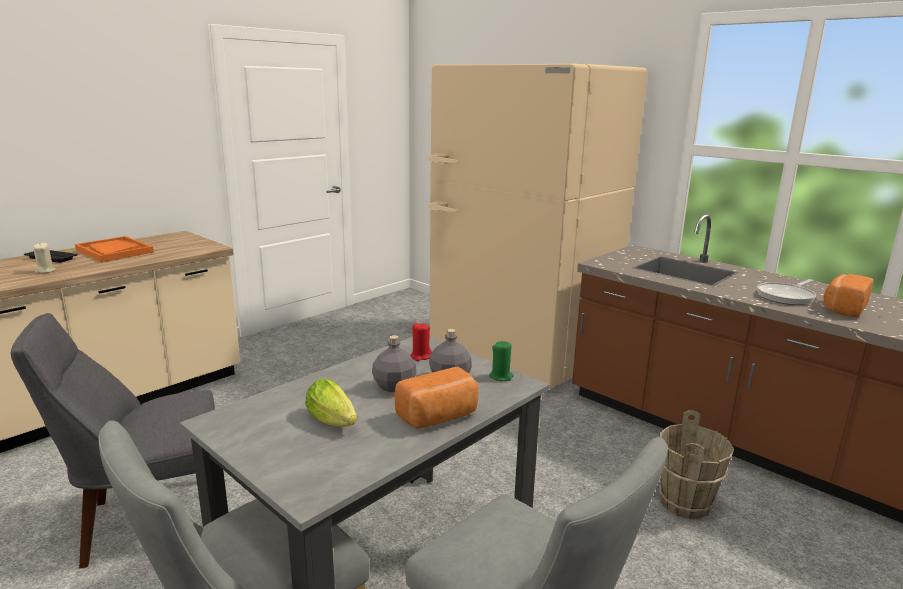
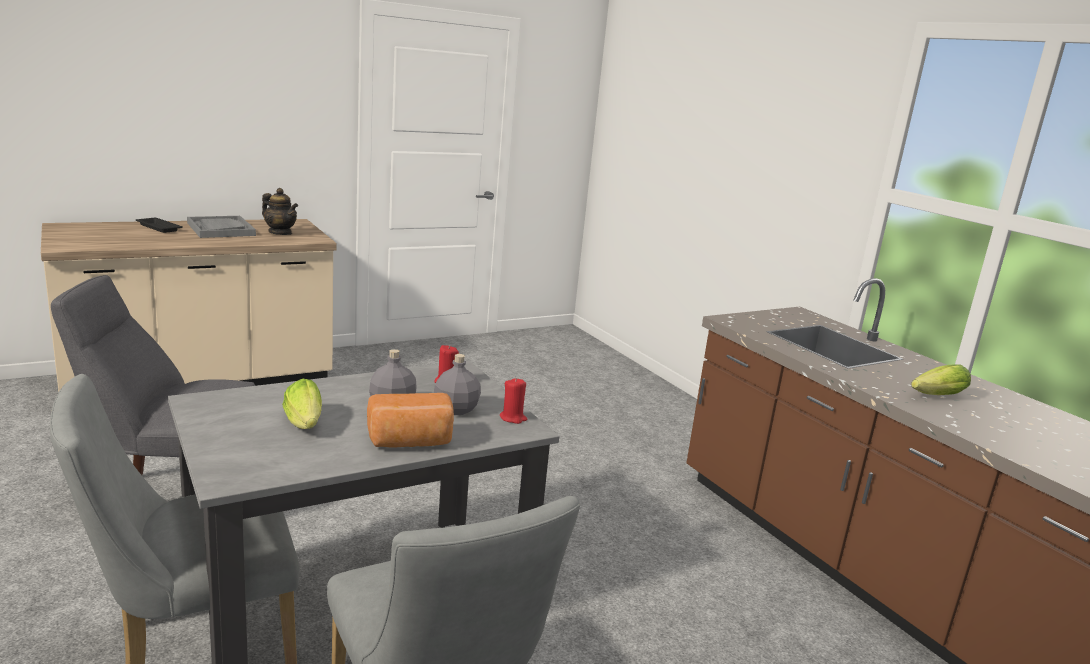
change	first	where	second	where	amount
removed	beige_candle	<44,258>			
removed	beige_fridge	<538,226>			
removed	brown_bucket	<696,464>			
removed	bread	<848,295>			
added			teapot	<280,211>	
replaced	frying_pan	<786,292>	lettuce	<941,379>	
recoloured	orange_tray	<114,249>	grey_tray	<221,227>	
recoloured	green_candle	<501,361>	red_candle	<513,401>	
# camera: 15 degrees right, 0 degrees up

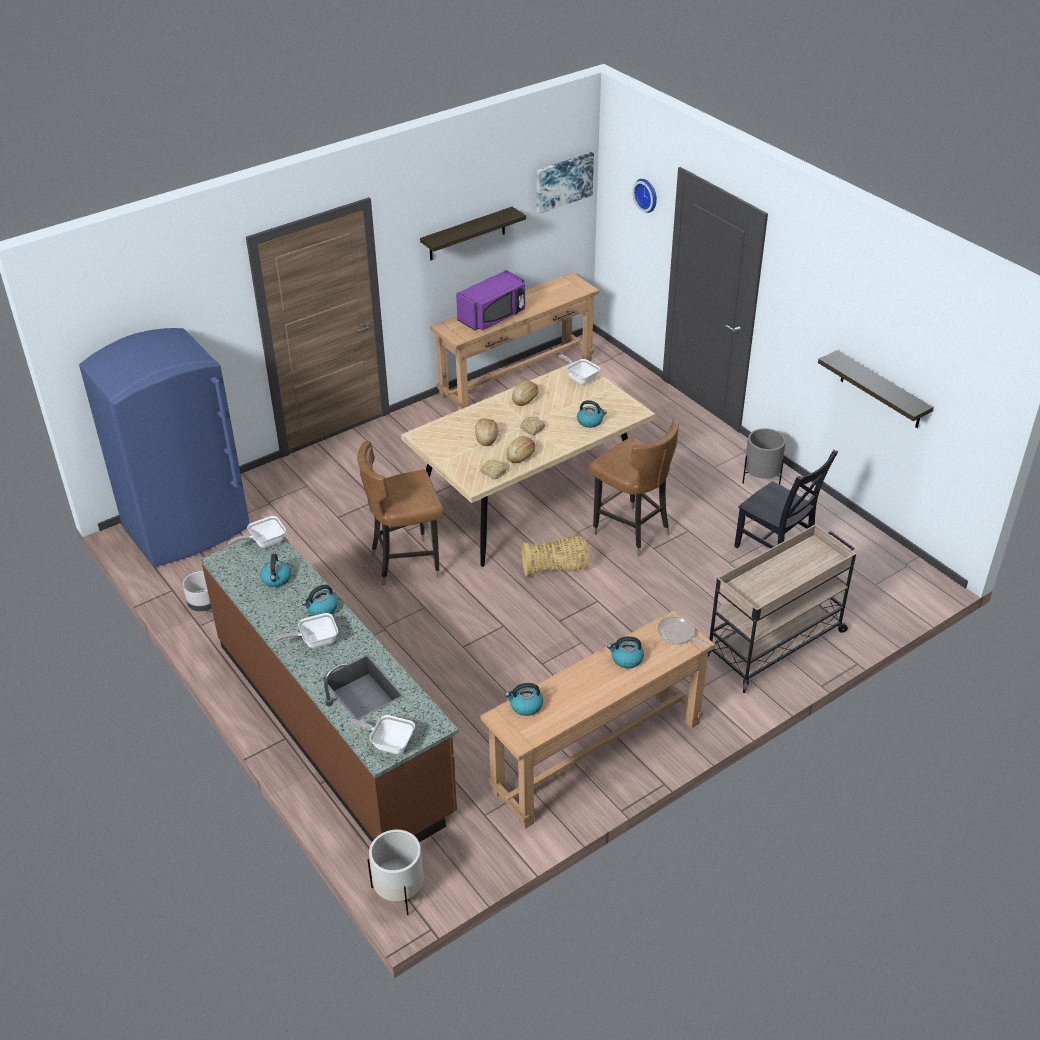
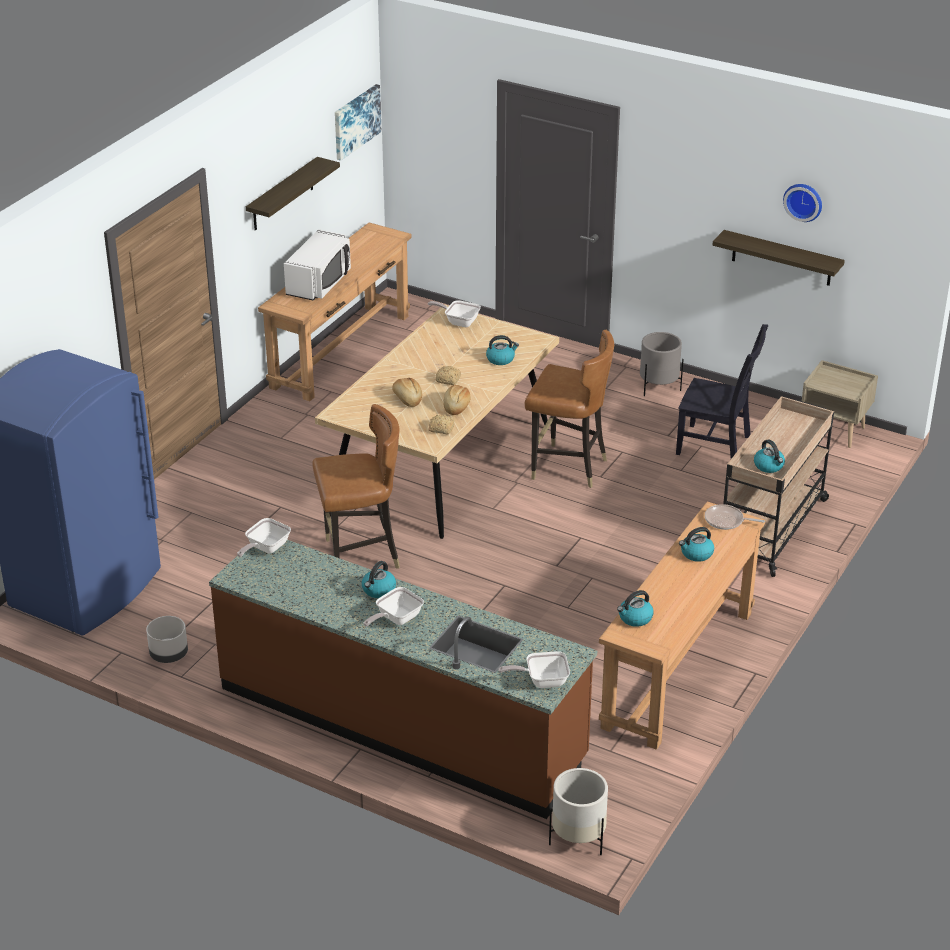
change	first	where	second	where	amount
removed	bread	<525,393>			
removed	basket	<555,556>			
added			beige_nightstand	<840,404>	
moved	kettle	<275,570>		<769,456>	
moved	wall_clock	<644,196>		<802,203>	
recoloured	purple_microwave	<490,300>	white_microwave	<317,264>	
turned	brown_chair	<400,513>		<356,486>	150 degrees counterclockwise
# camera: 25 degrees left, 5 degrees down

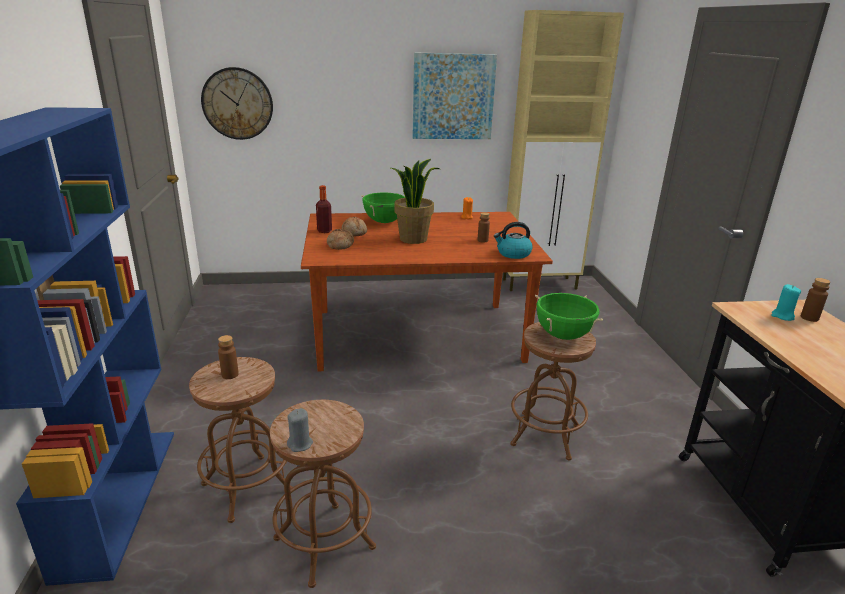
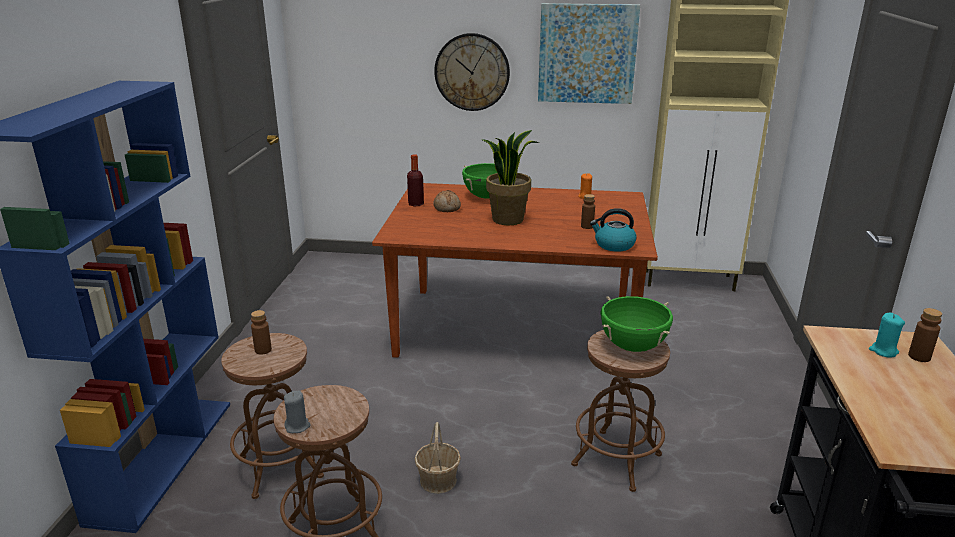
change	first	where	second	where	amount
removed	bread	<340,239>			
added			basket	<438,458>	
moved	wall_clock	<237,103>		<472,72>	
# camera: 15 degrees right, 0 degrees up

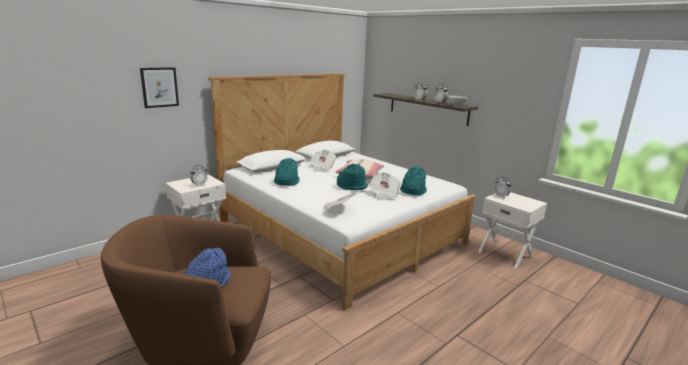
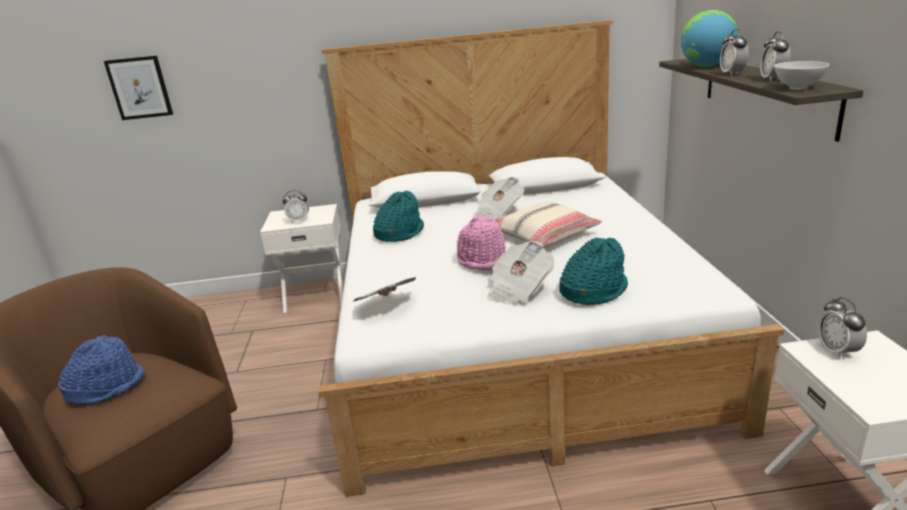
change	first	where	second	where	amount
added			globe	<709,38>	
moved	picture	<159,87>		<138,87>	
recoloured	turquoise_hat	<352,177>	pink_hat	<481,242>	
# camera: 40 degrees right, 5 degrees up

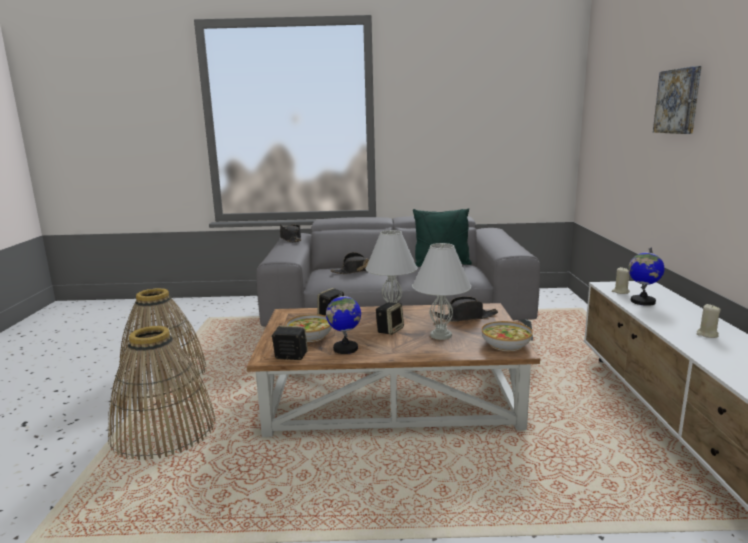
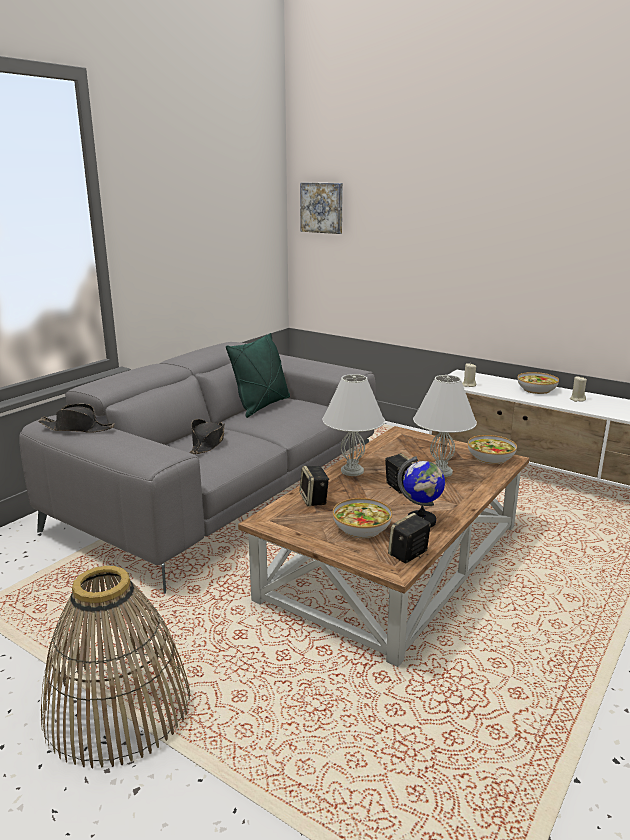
change	first	where	second	where	amount
removed	basket	<161,393>			
removed	black_hat	<466,309>			
removed	globe	<646,277>			
added			bowl	<538,383>	
moved	picture	<677,100>		<321,208>	
# camera: 55 degrees left, 5 degrees up

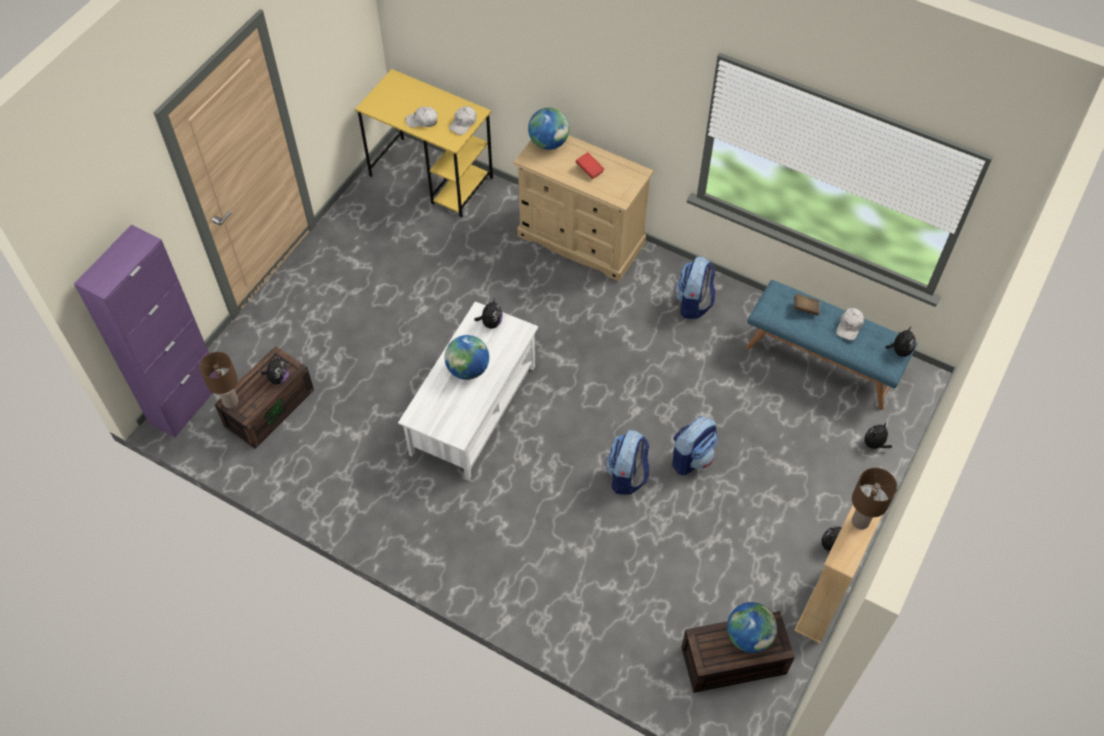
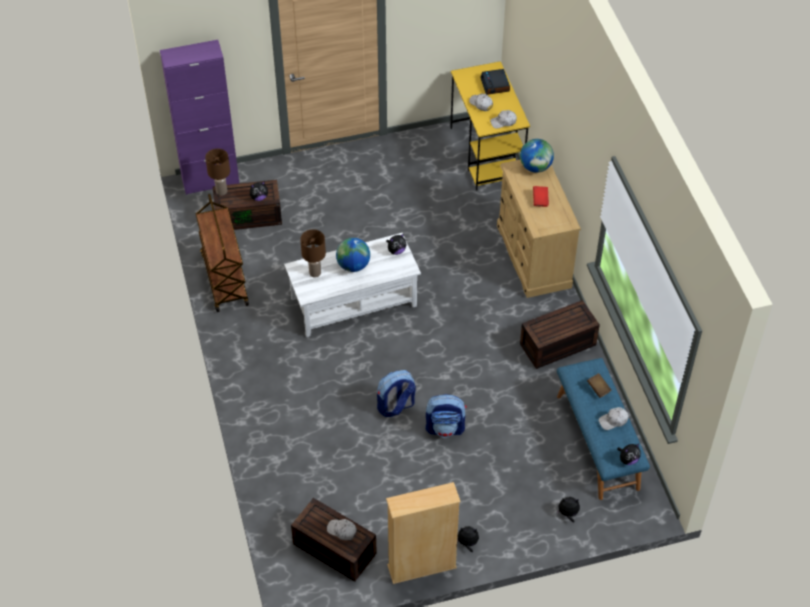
change	first	where	second	where	amount
added			brown_cart	<222,253>	
added			alarm_clock	<495,82>	
moved	brown_table_lamp	<874,499>		<313,253>	
replaced	backpack	<694,288>	brown_storage_box	<560,334>	
replaced	globe	<752,627>	white_cap	<342,529>	
# camera: 45 degrees right, 5 degrees down

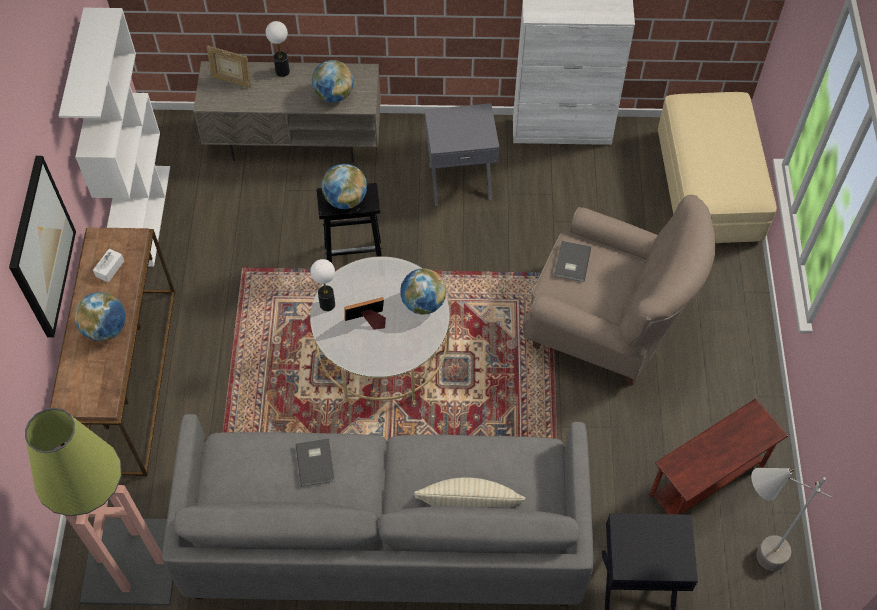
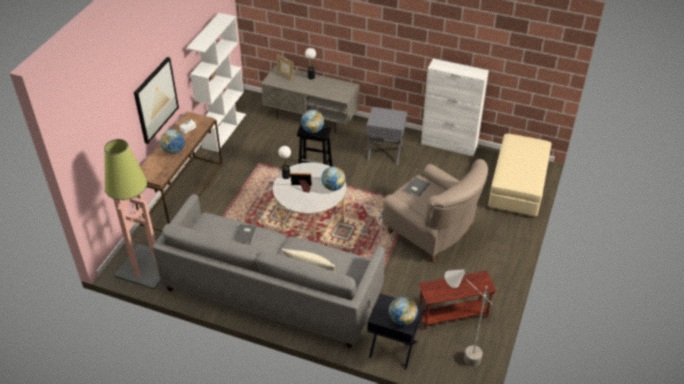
change	first	where	second	where	amount
moved	globe	<333,81>		<403,311>	
# camera: 20 degrees right, 15 degrees down

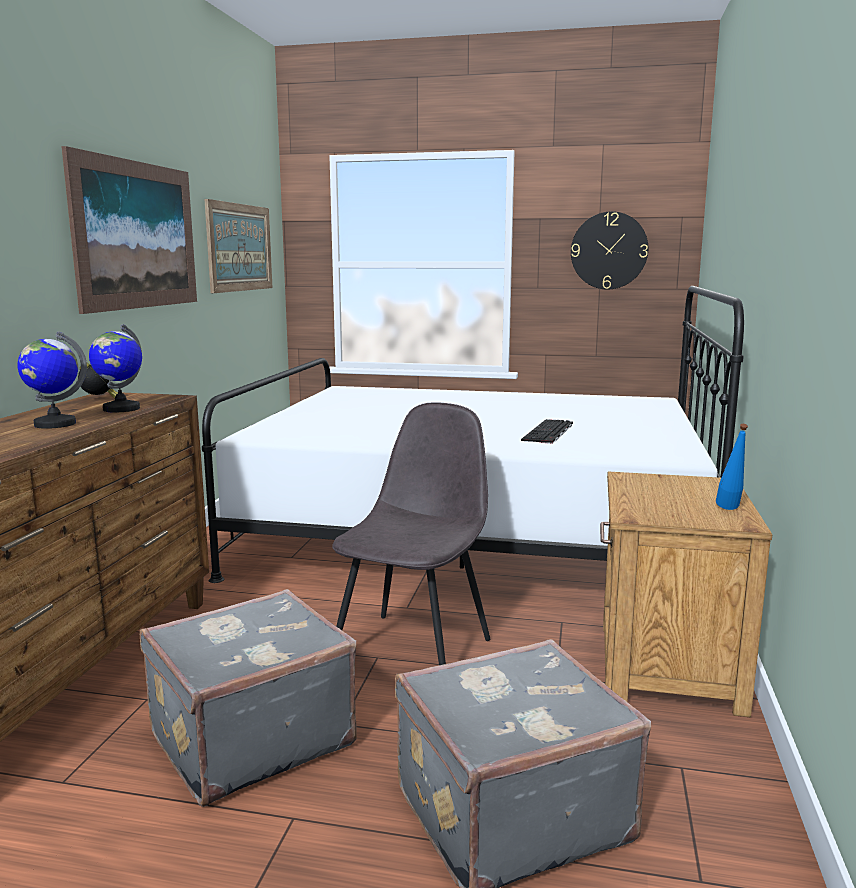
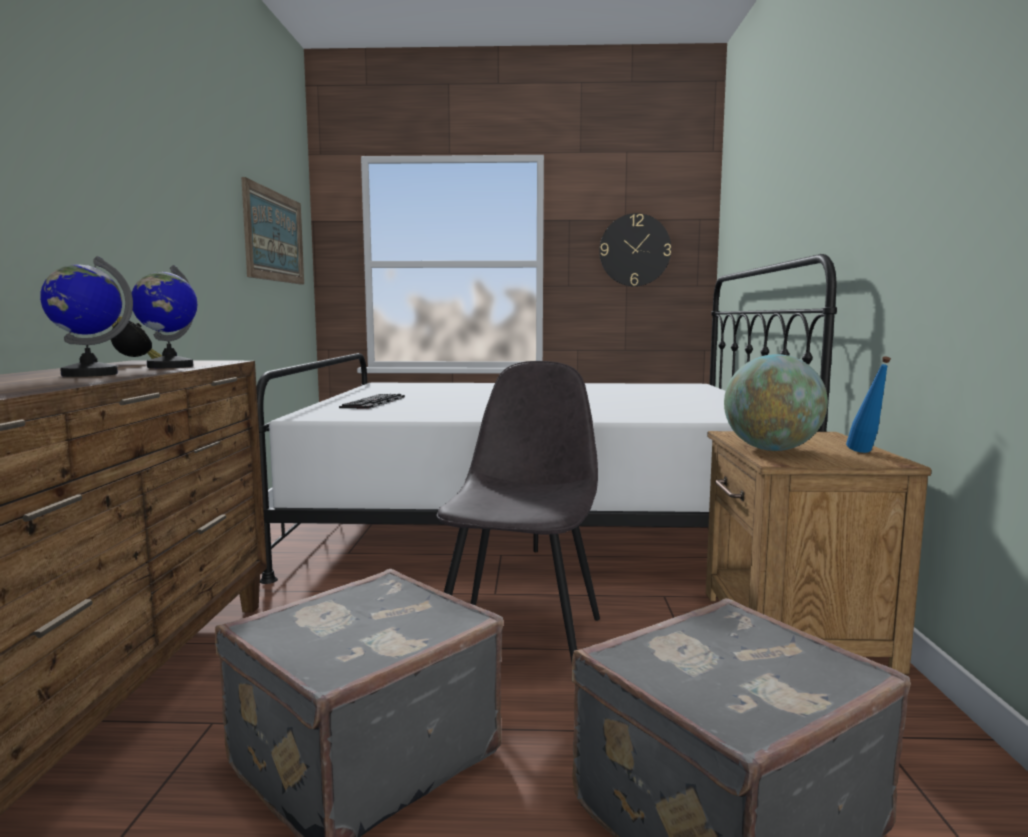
change	first	where	second	where	amount
removed	picture	<129,230>			
added			globe	<776,402>	
moved	keyboard	<547,431>		<372,401>	
# camera: 10 degrees left, 5 degrees down

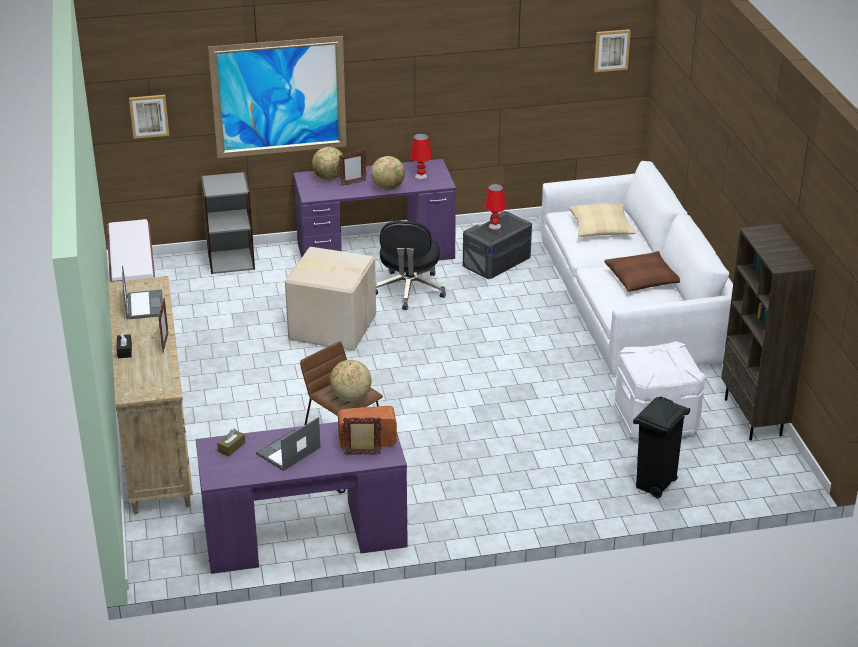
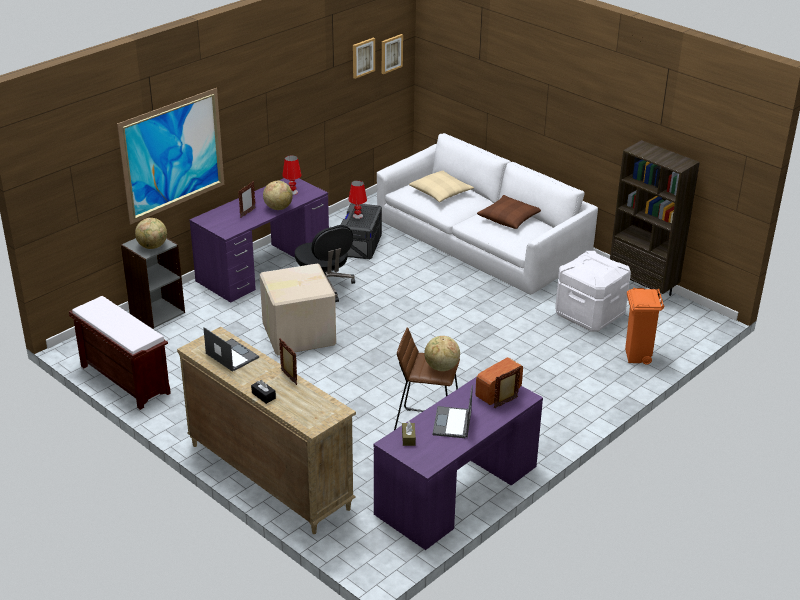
change	first	where	second	where	amount
moved	picture	<149,117>		<364,58>	
moved	globe	<327,163>		<151,233>	
recoloured	black_trash_can	<661,447>	orange_trash_can	<644,326>	
# camera: 35 degrees left, 0 degrees up

